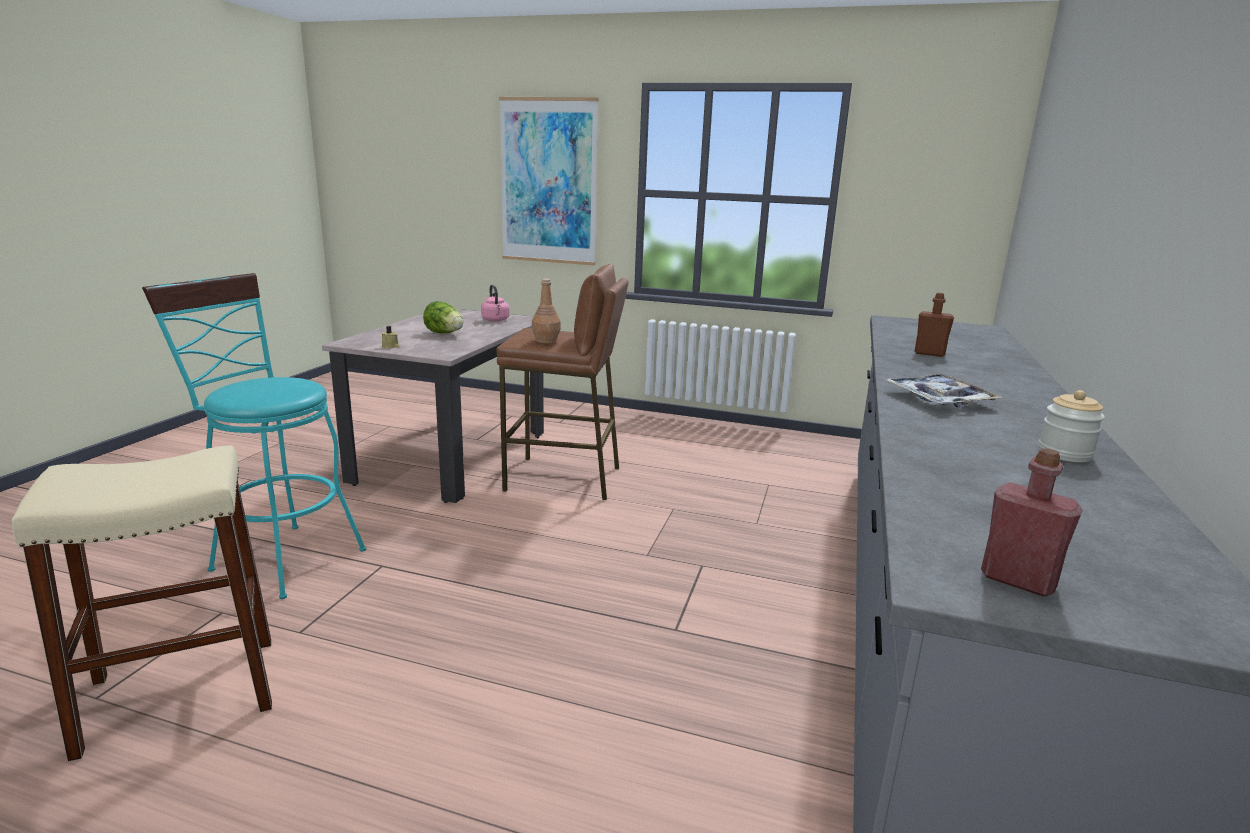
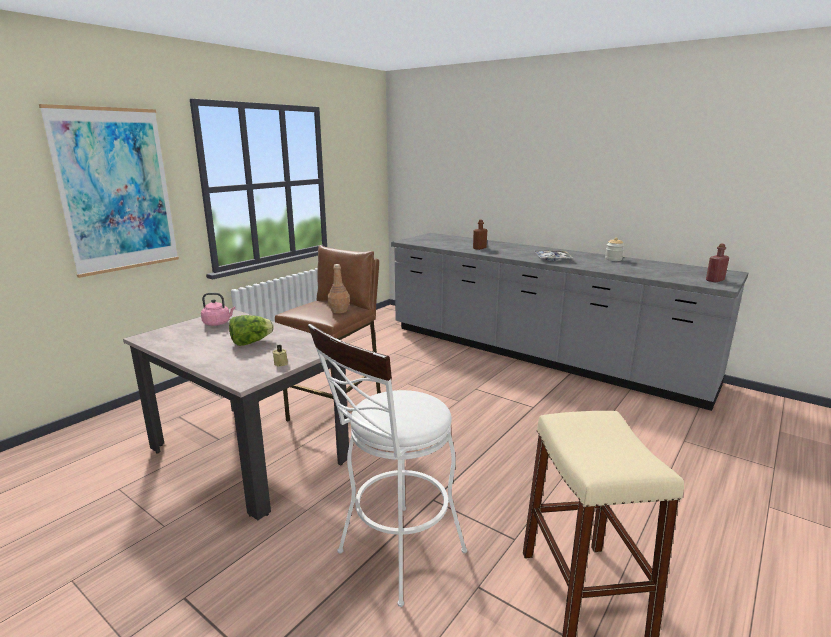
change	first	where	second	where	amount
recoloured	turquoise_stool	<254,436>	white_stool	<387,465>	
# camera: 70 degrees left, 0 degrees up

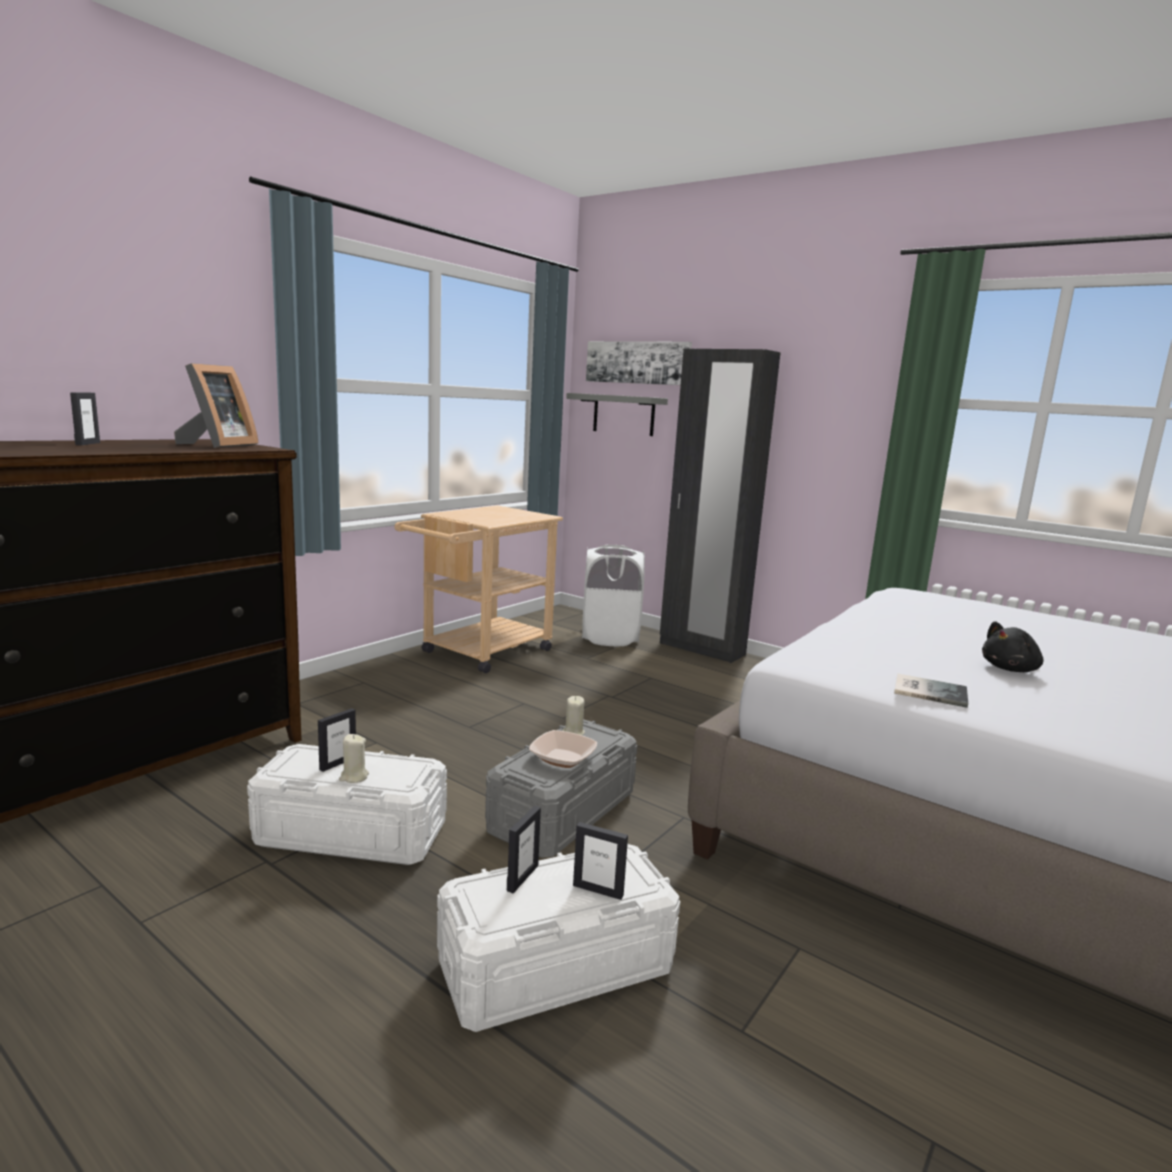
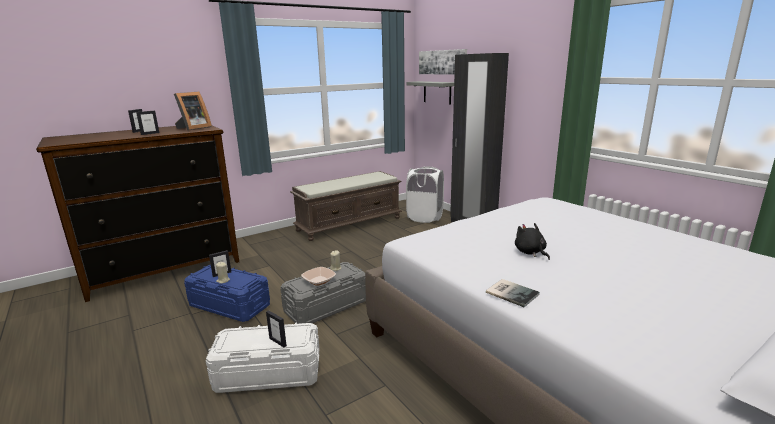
change	first	where	second	where	amount
moved	picture_frame	<524,849>		<147,123>	
moved	book	<931,691>		<513,293>	
replaced	beige_cart	<479,589>	brown_bench	<346,206>	
recoloured	white_storage_box	<347,804>	blue_storage_box	<227,293>	
turned	black_plush_toy	<1012,646>		<532,241>	75 degrees clockwise
# camera: 20 degrees right, 5 degrees up

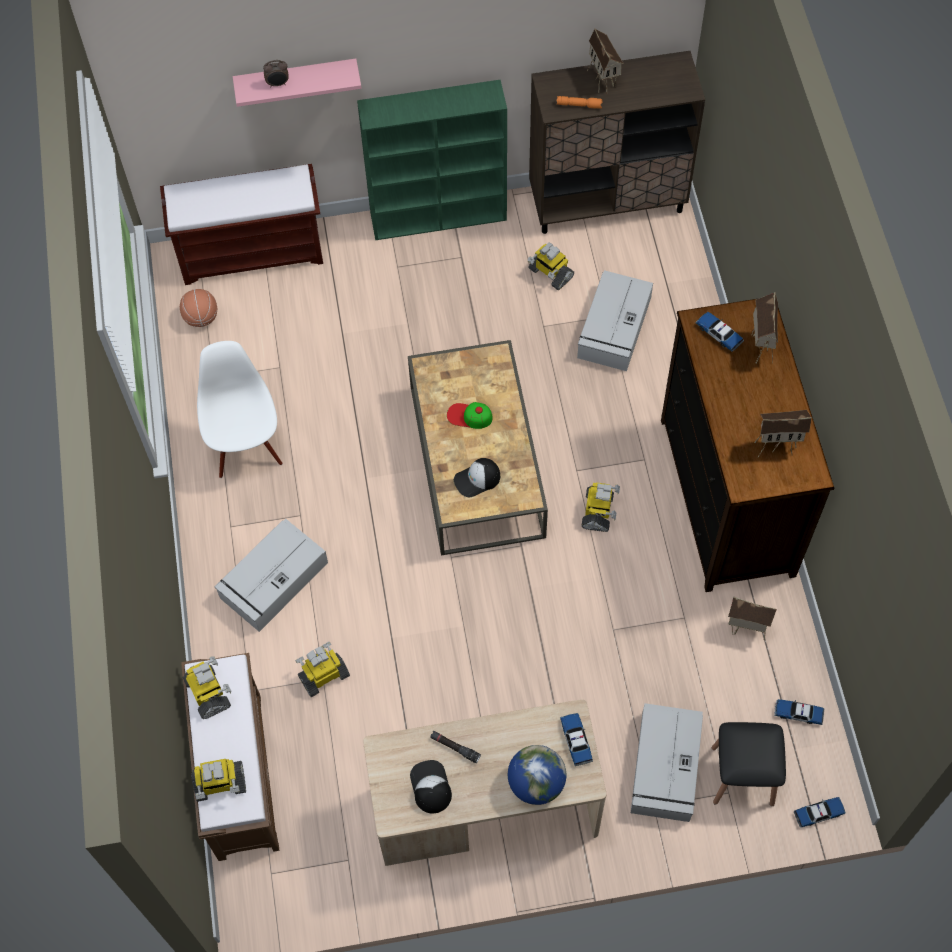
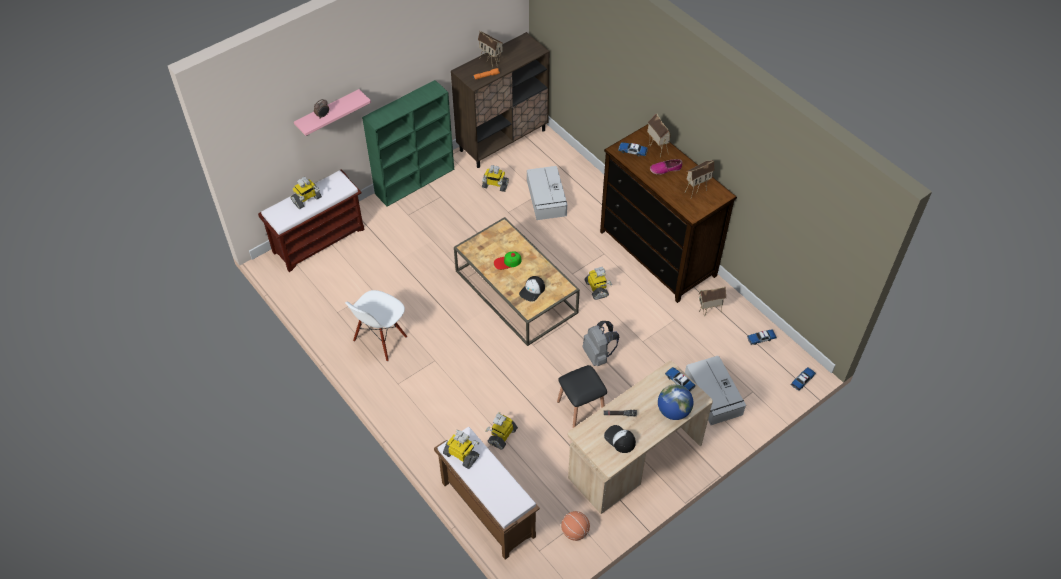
change	first	where	second	where	amount
removed	grey_storage_box	<271,575>			
added			grey_backpack	<600,343>	
added			shoe	<666,167>	
moved	basketball	<198,308>		<575,526>	
moved	toy_robot	<218,780>		<306,193>	
moved	black_stool	<749,764>		<582,396>	
turned	white_chair	<239,409>		<376,326>	105 degrees counterclockwise
# camera: 30 degrees left, 10 degrees down

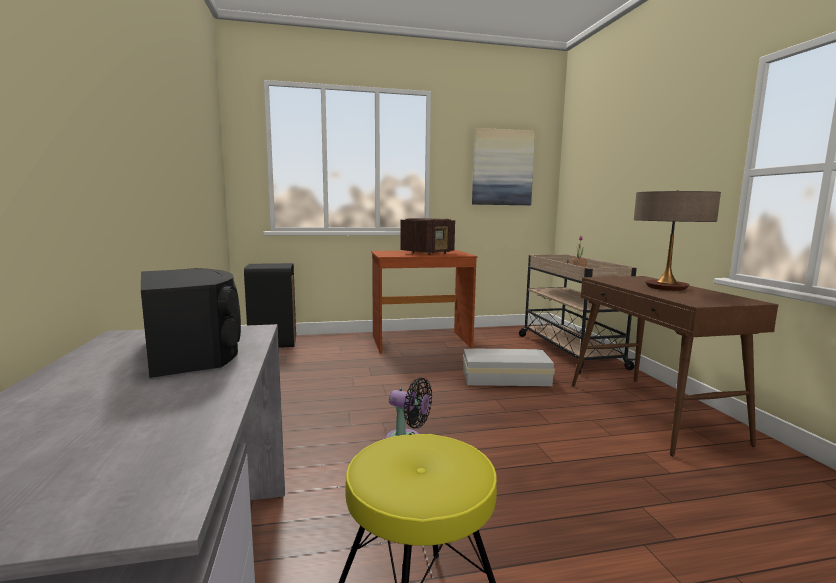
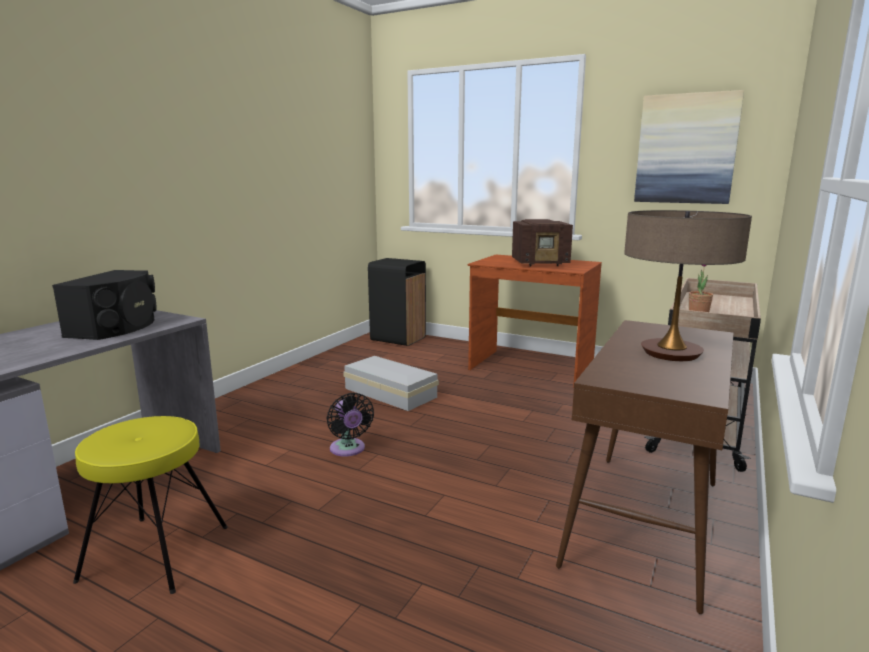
change	first	where	second	where	amount
moved	white_storage_box	<509,367>		<391,383>	
# camera: 40 degrees right, 5 degrees up

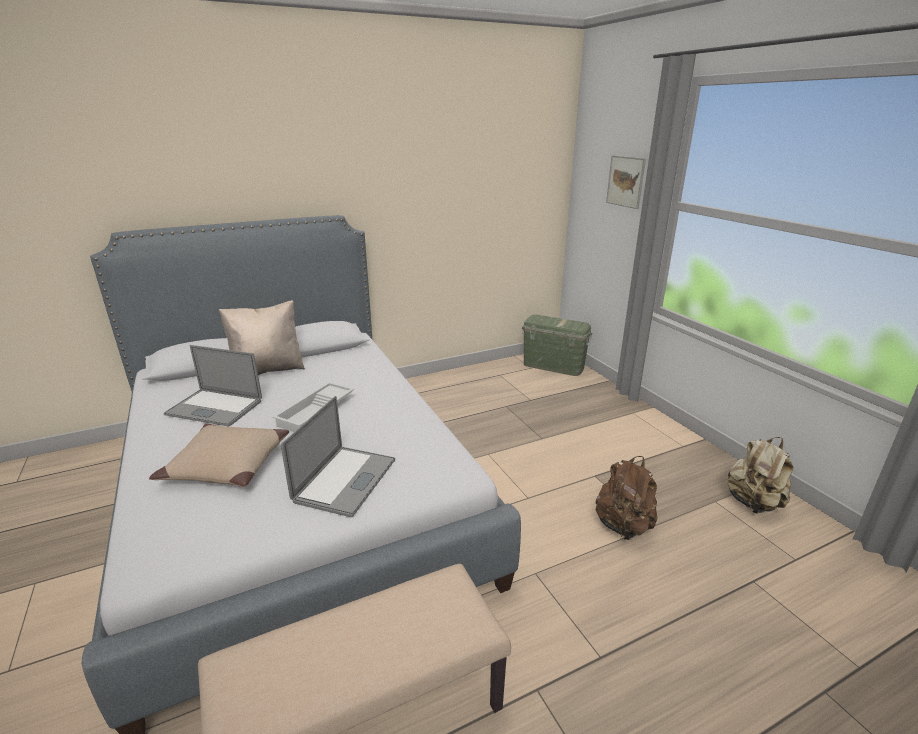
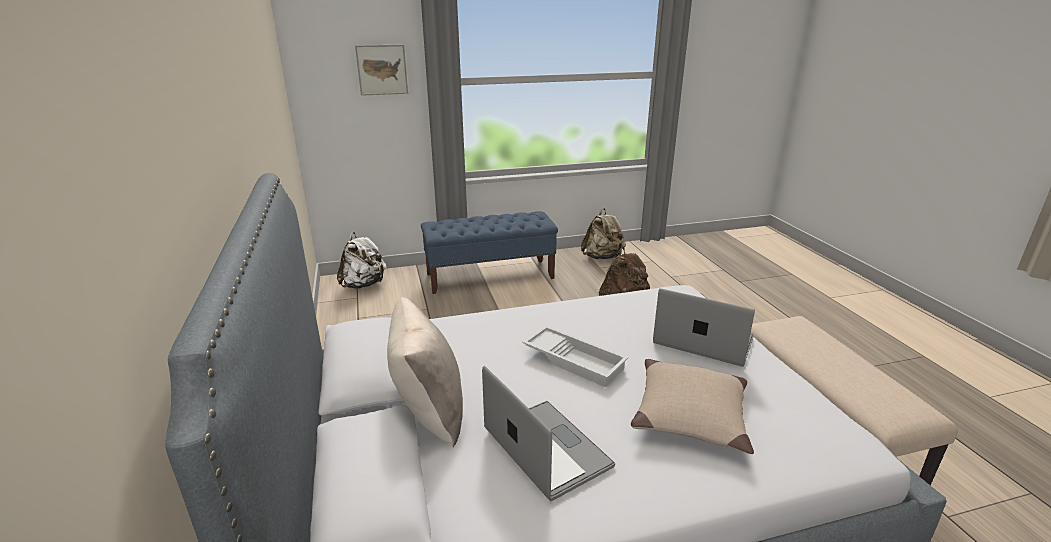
change	first	where	second	where	amount
added			blue_bench	<489,252>	
replaced	green_storage_box	<557,345>	white_backpack	<361,260>	
turned	laptop	<213,386>		<548,433>	60 degrees counterclockwise
# camera: 80 degrees left, 0 degrees up

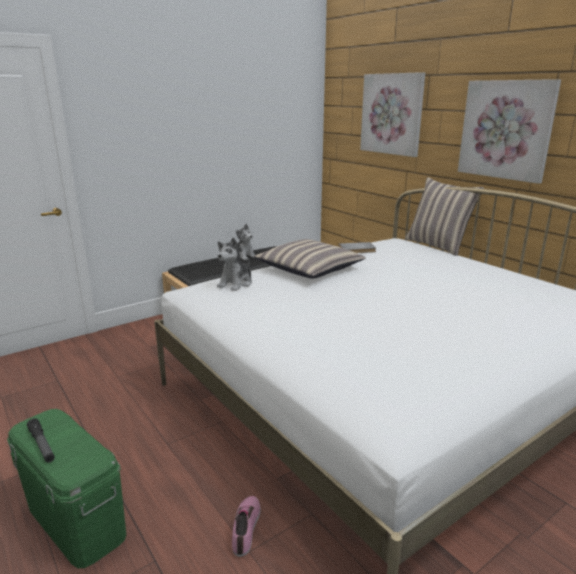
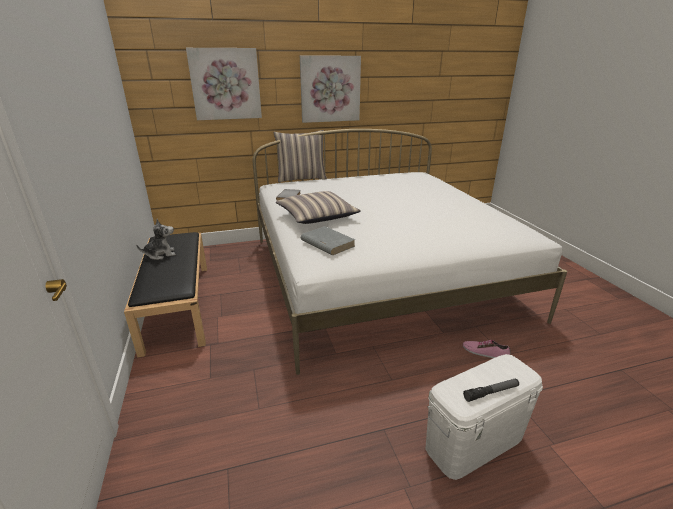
change	first	where	second	where	amount
replaced	plush_toy	<234,264>	grey_book	<328,240>	
recoloured	green_storage_box	<66,488>	white_storage_box	<484,417>	
# camera: 70 degrees left, 5 degrees up

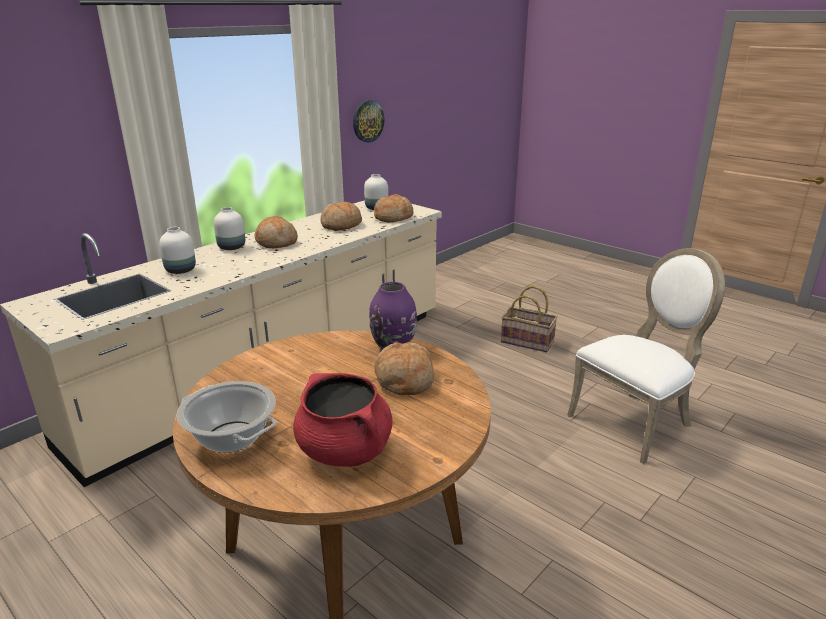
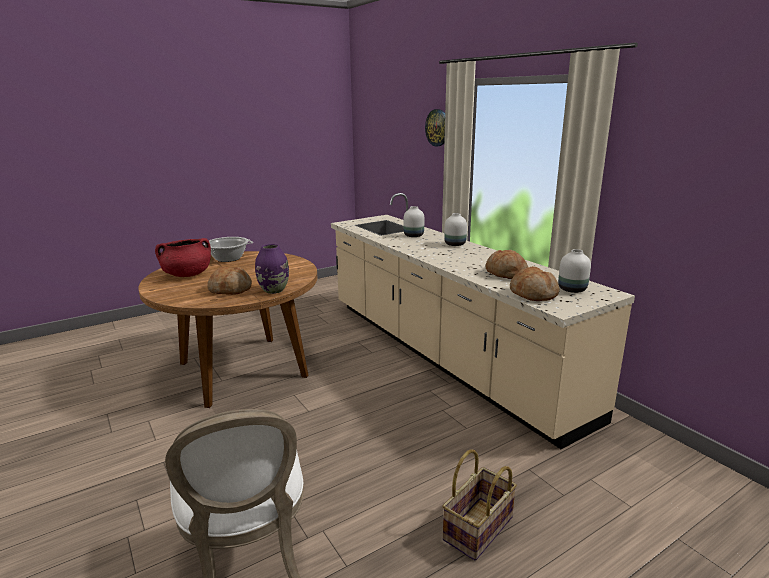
change	first	where	second	where	amount
removed	bread	<276,232>			
moved	wall_clock	<368,121>		<435,128>	
# camera: 105 degrees right, 5 degrees down

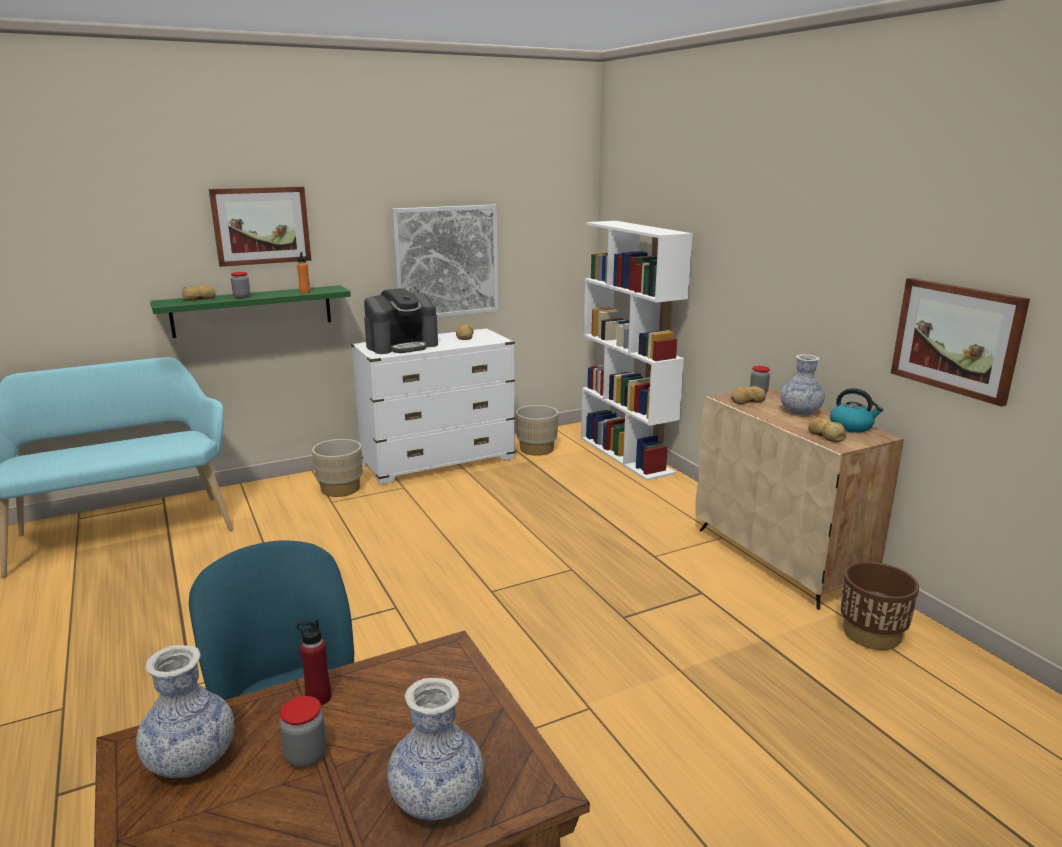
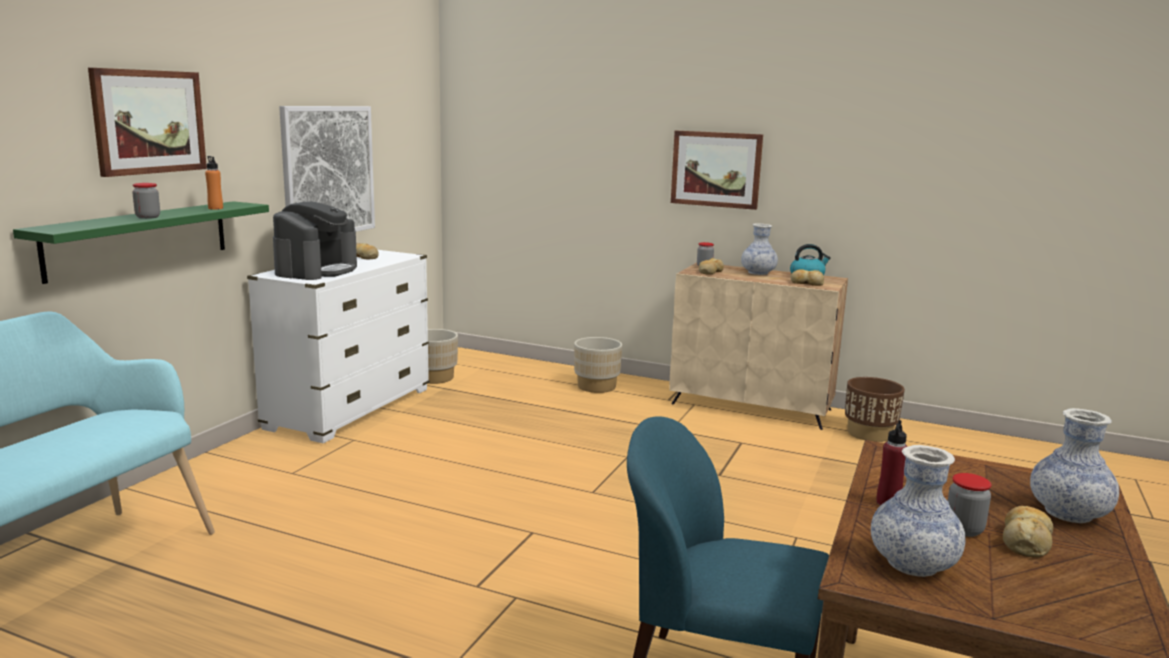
change	first	where	second	where	amount
removed	white_bookcase	<637,351>			
moved	bread	<199,293>		<1028,532>	
moved	beige_planter	<337,468>		<598,365>	
moved	picture	<960,342>		<717,170>	
# camera: 40 degrees left, 5 degrees down

